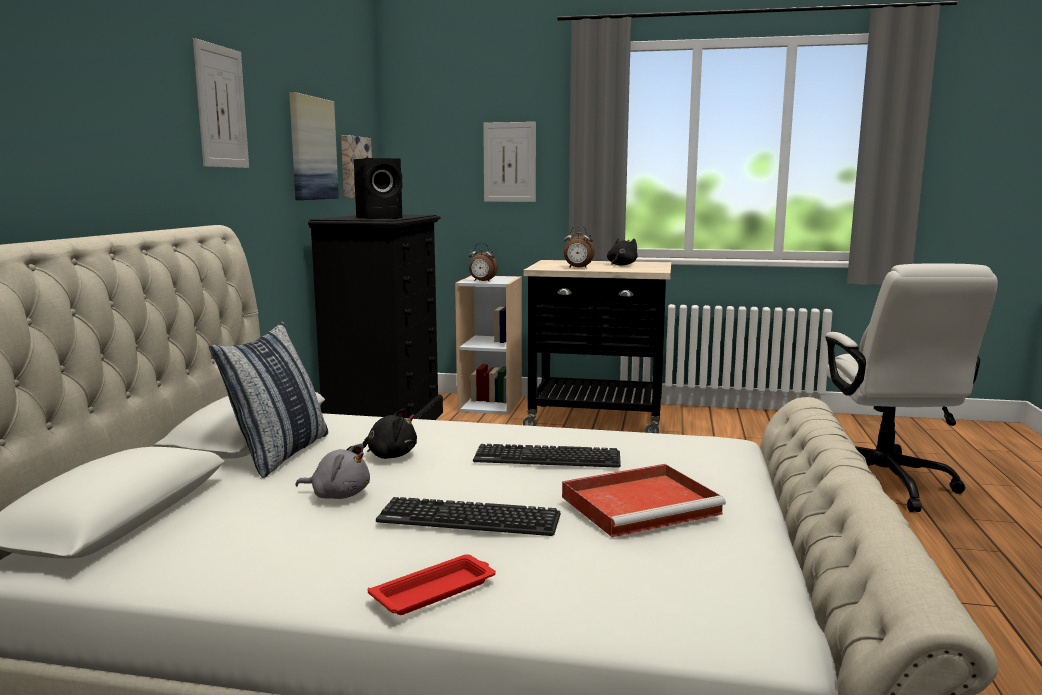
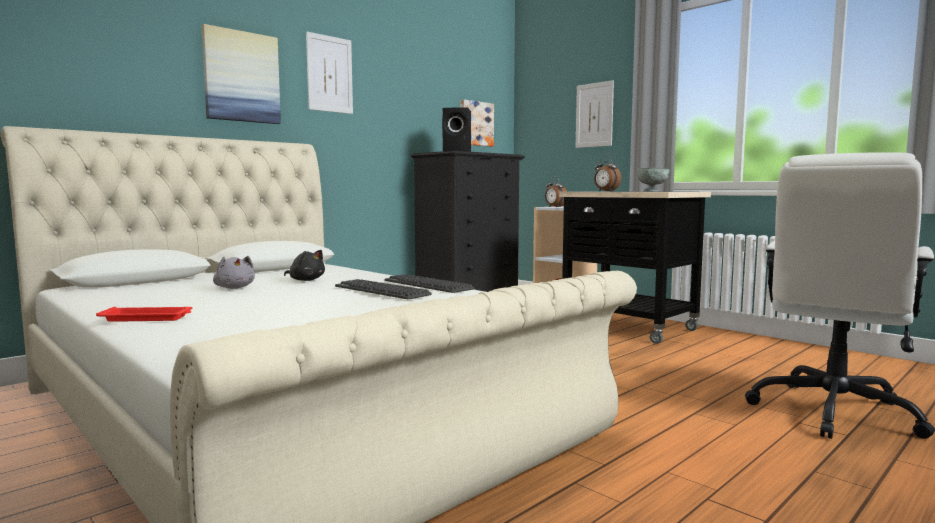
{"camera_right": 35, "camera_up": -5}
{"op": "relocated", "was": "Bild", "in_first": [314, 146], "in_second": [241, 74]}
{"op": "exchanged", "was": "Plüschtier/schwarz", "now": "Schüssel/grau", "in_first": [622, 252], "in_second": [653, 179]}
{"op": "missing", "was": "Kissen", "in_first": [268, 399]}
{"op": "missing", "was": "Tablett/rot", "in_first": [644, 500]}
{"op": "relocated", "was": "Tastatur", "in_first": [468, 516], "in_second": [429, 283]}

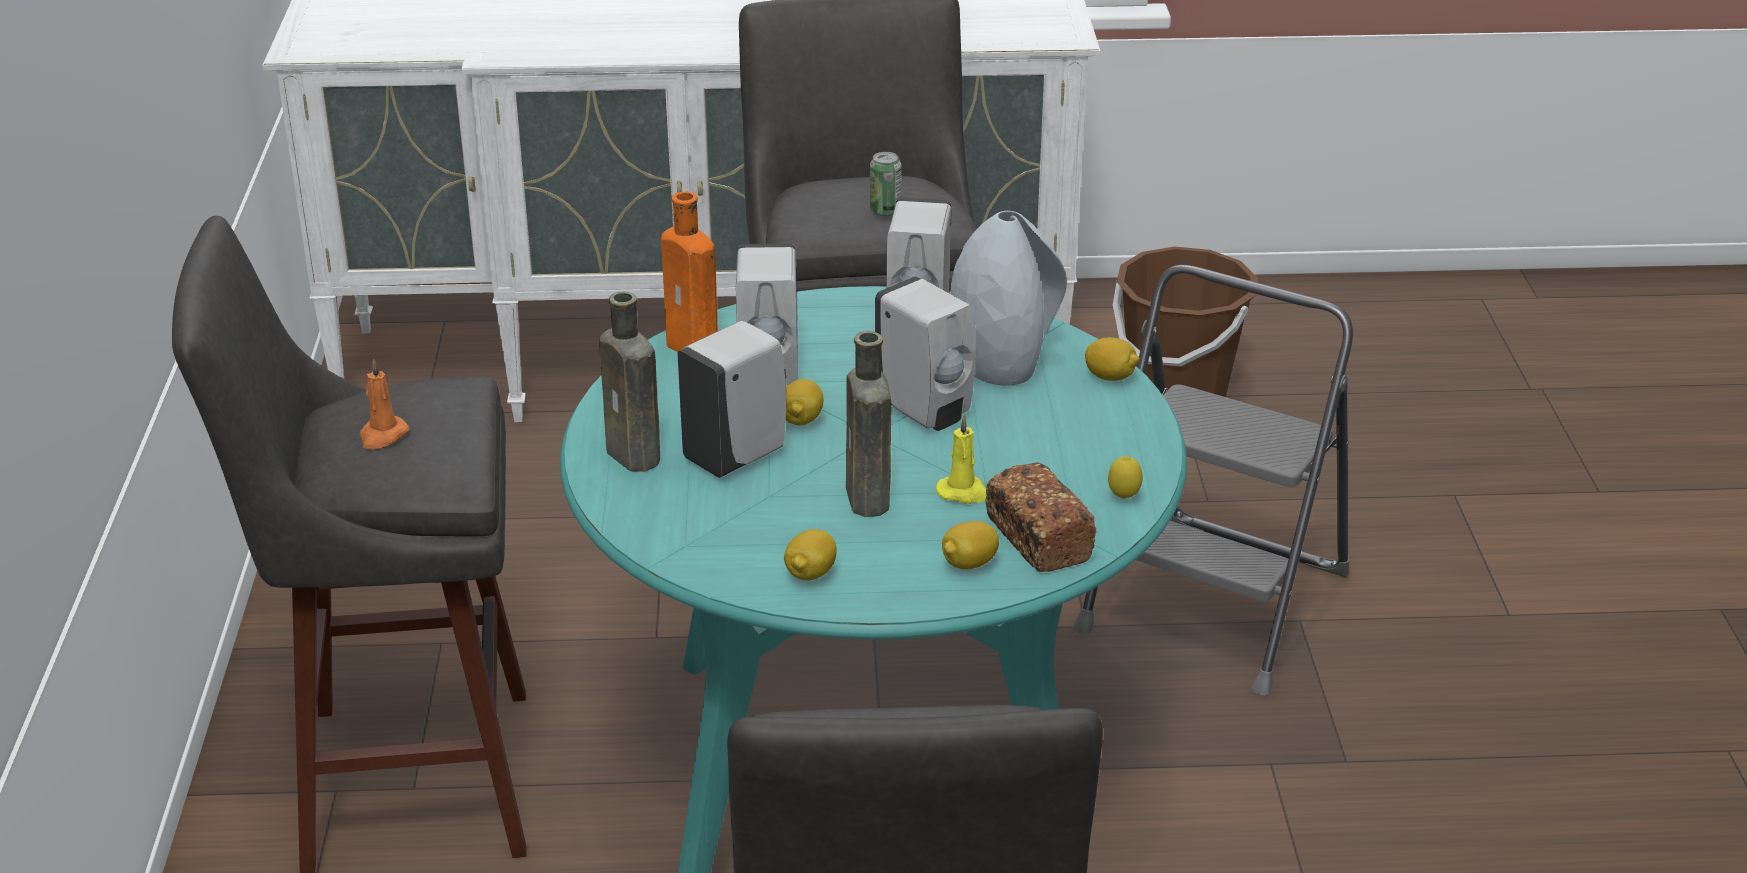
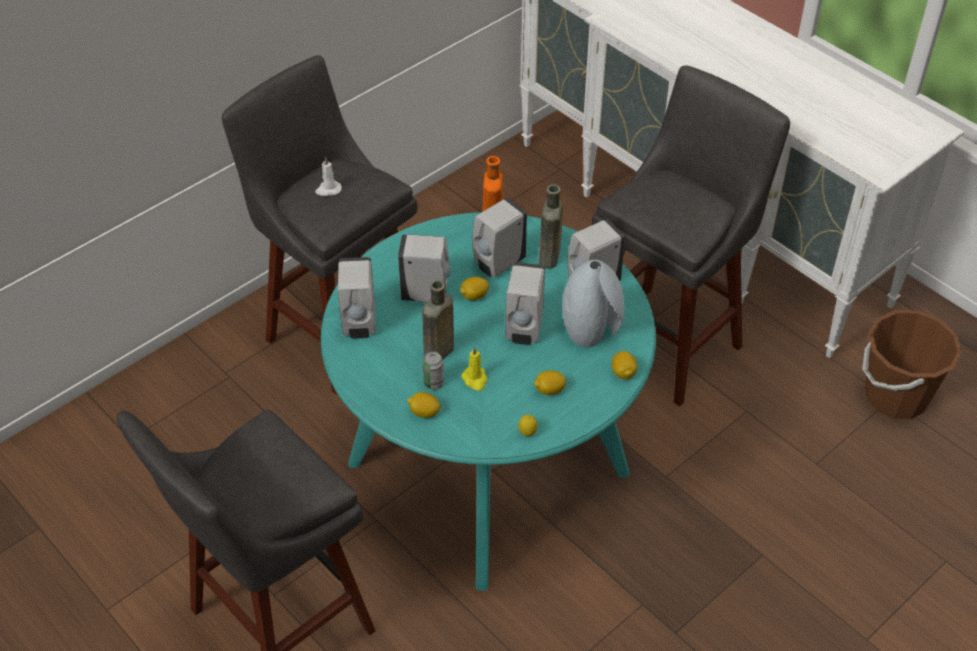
{"camera_right": 50, "camera_up": 15}
{"op": "relocated", "was": "Dose", "in_first": [886, 184], "in_second": [433, 371]}
{"op": "missing", "was": "Trittleiter/grau", "in_first": [1212, 480]}
{"op": "relocated", "was": "Flasche/braun", "in_first": [629, 381], "in_second": [551, 226]}
{"op": "colour", "was": "Kerze/orange", "now": "Kerze/weiß", "in_first": [384, 404], "in_second": [328, 176]}
{"op": "missing", "was": "Brot", "in_first": [1041, 517]}
{"op": "relocated", "was": "Zitrone", "in_first": [810, 554], "in_second": [550, 382]}
{"op": "appeared", "now": "Seifenspender/weiß", "in_second": [356, 297]}

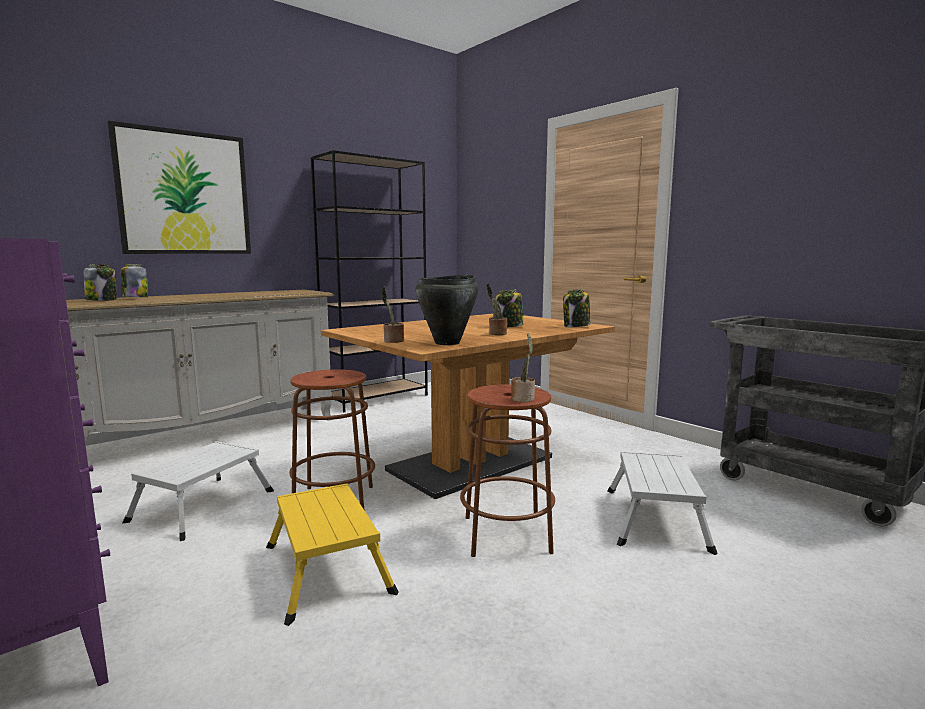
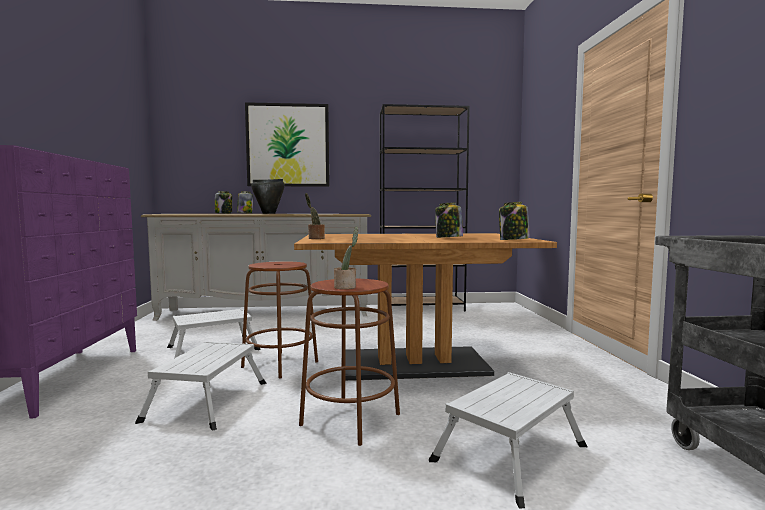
{"camera_right": 35, "camera_up": -5}
{"op": "relocated", "was": "Kochtopf/schwarz", "in_first": [447, 309], "in_second": [268, 196]}
{"op": "missing", "was": "Topfpflanze", "in_first": [497, 309]}
{"op": "colour", "was": "Trittleiter/gelb", "now": "Trittleiter/weiß", "in_first": [332, 554], "in_second": [201, 386]}

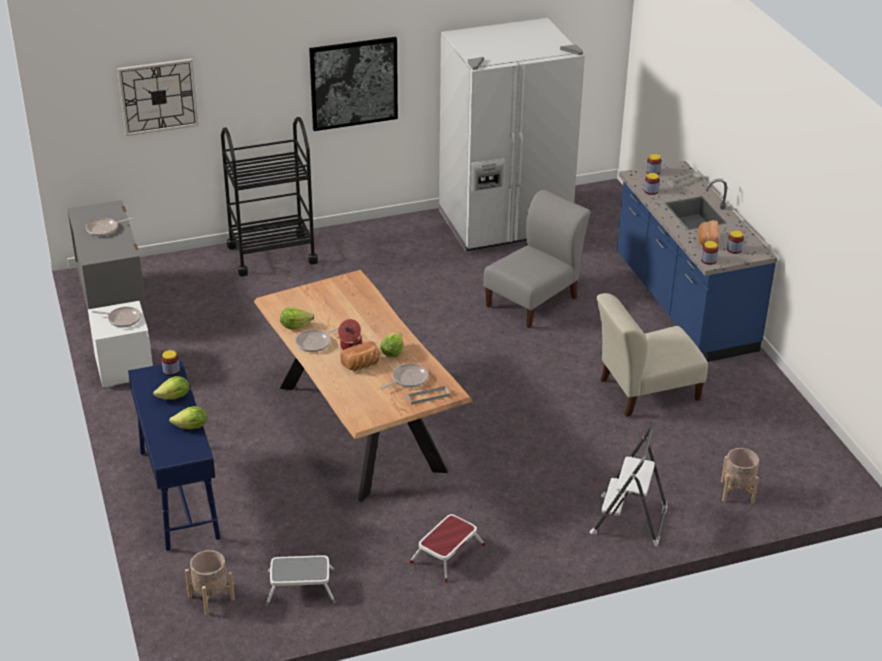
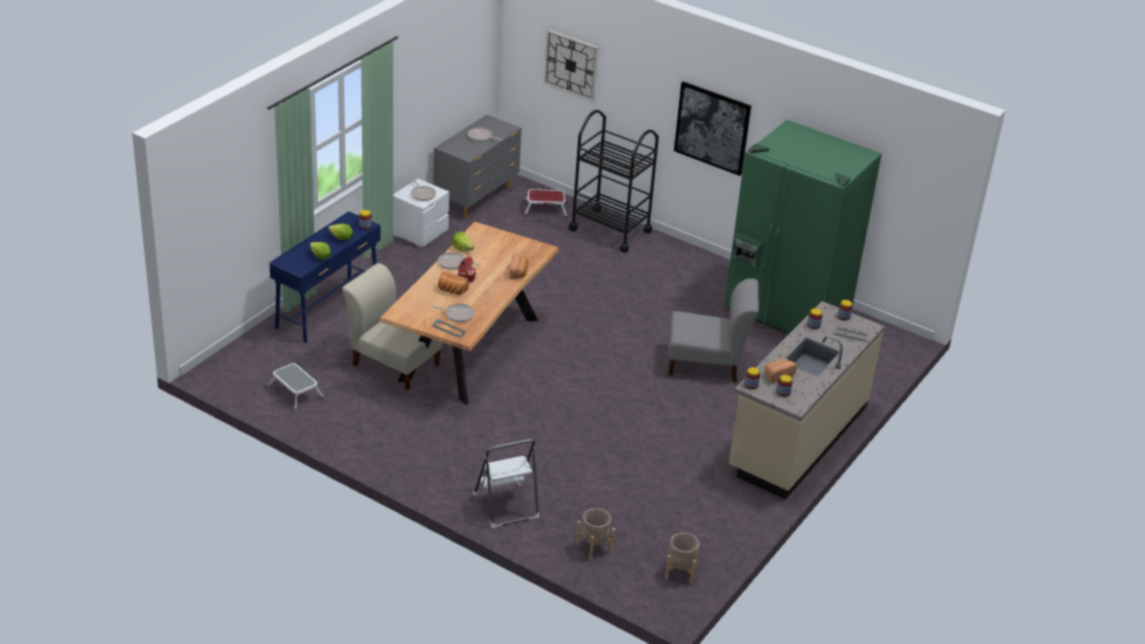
{"camera_right": 50, "camera_up": 0}
{"op": "colour", "was": "Kühlschrank/weiß", "now": "Kühlschrank/grün", "in_first": [512, 135], "in_second": [803, 227]}
{"op": "colour", "was": "Küchenzeile/blau", "now": "Küchenzeile/beige", "in_first": [697, 261], "in_second": [807, 400]}
{"op": "relocated", "was": "Stuhl/beige", "in_first": [652, 355], "in_second": [392, 326]}
{"op": "missing", "was": "Salatkopf", "in_first": [392, 344]}
{"op": "relocated", "was": "Trittleiter/rot", "in_first": [447, 548], "in_second": [546, 203]}
{"op": "relocated", "was": "Pflanzkübel/beige", "in_first": [210, 582], "in_second": [682, 558]}
{"op": "appeared", "now": "Brot", "in_second": [519, 266]}

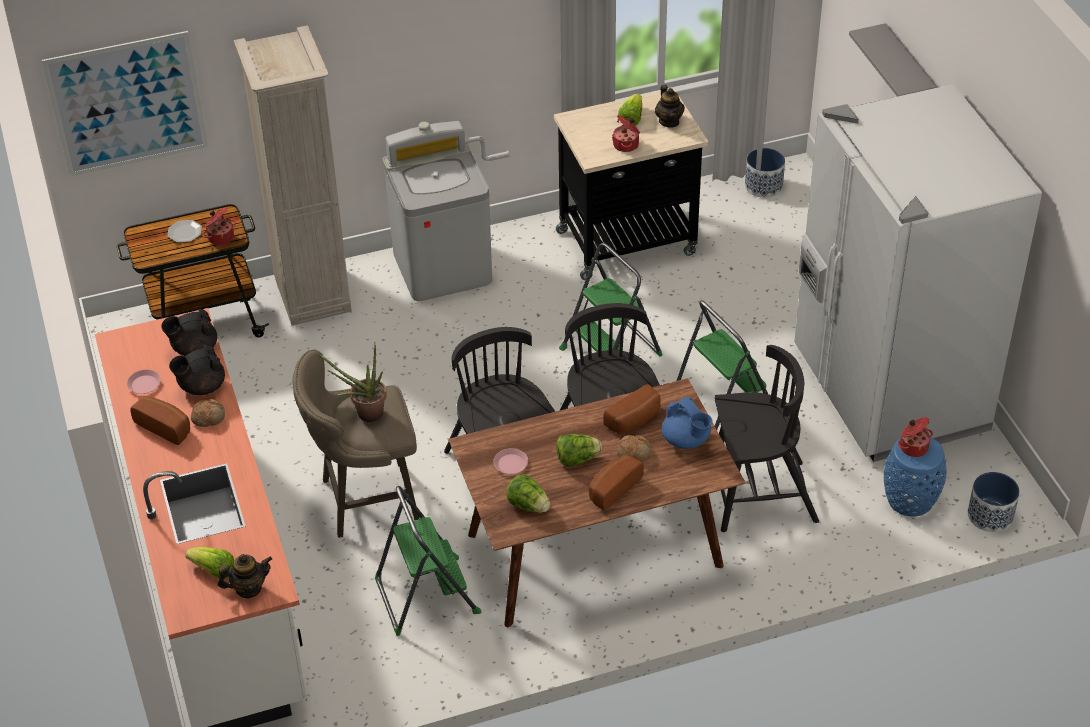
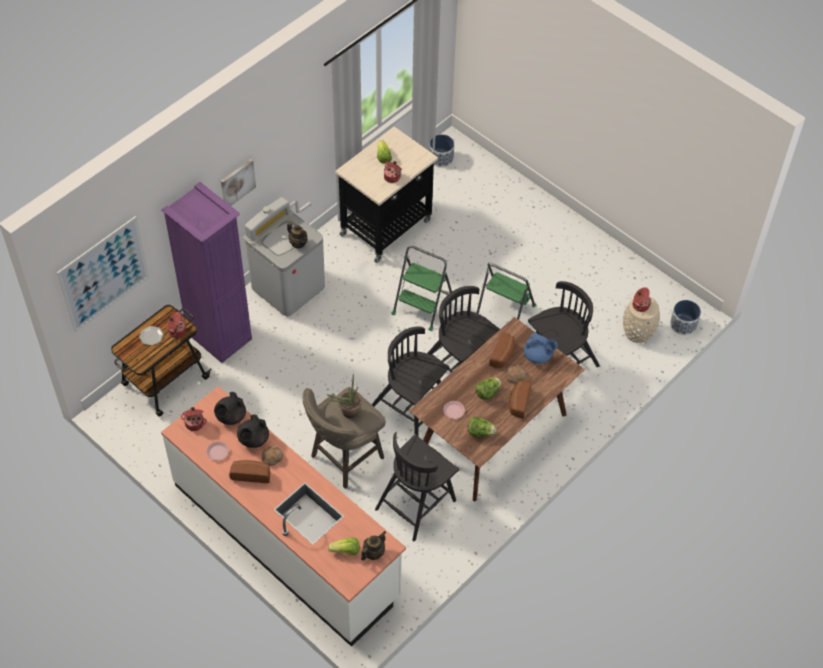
{"camera_right": -30, "camera_up": 10}
{"op": "missing", "was": "Wandregal/grau", "in_first": [893, 60]}
{"op": "colour", "was": "Schrank/beige", "now": "Schrank/lila", "in_first": [292, 175], "in_second": [206, 272]}
{"op": "missing", "was": "Kühlschrank/weiß", "in_first": [918, 273]}
{"op": "relocated", "was": "Teekanne", "in_first": [670, 106], "in_second": [297, 235]}
{"op": "colour", "was": "Hocker/blau", "now": "Hocker/beige", "in_first": [915, 477], "in_second": [641, 320]}
{"op": "exchanged", "was": "Trittleiter/grün", "now": "Stuhl/schwarz", "in_first": [428, 561], "in_second": [417, 486]}
{"op": "appeared", "now": "Bild", "in_second": [238, 182]}
{"op": "appeared", "now": "Kochtopf", "in_second": [194, 419]}

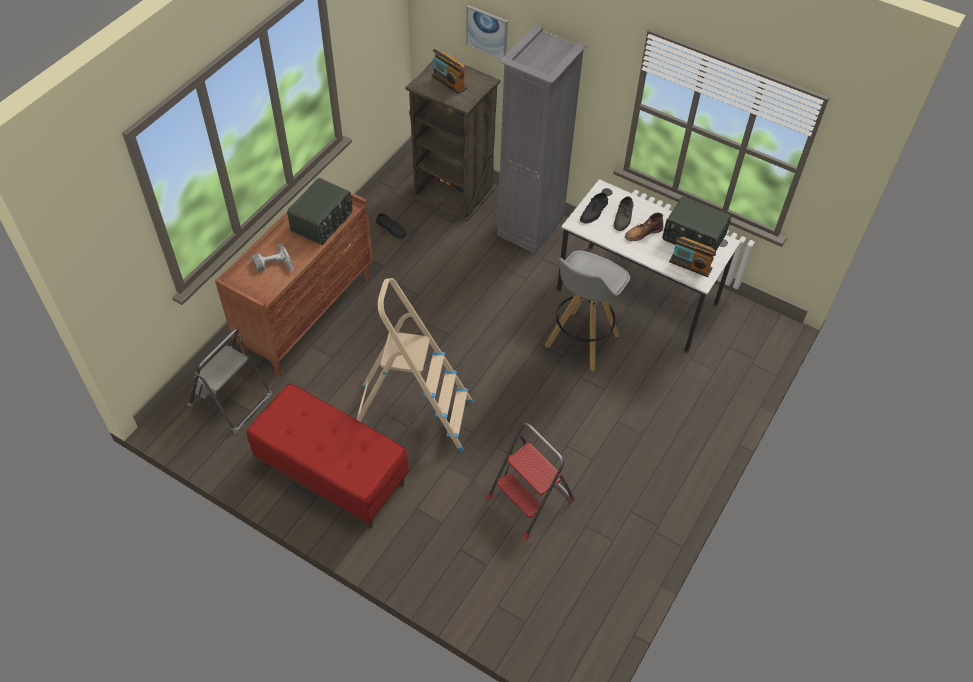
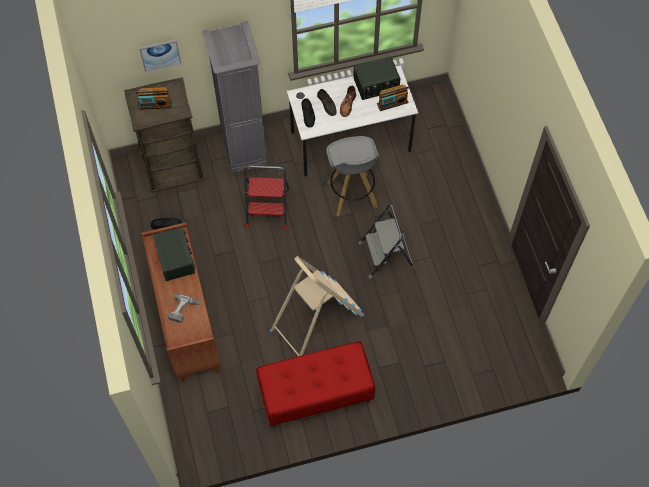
{"camera_right": -45, "camera_up": 10}
{"op": "relocated", "was": "Trittleiter/grau", "in_first": [230, 381], "in_second": [386, 241]}
{"op": "relocated", "was": "Trittleiter/rot", "in_first": [530, 481], "in_second": [267, 197]}

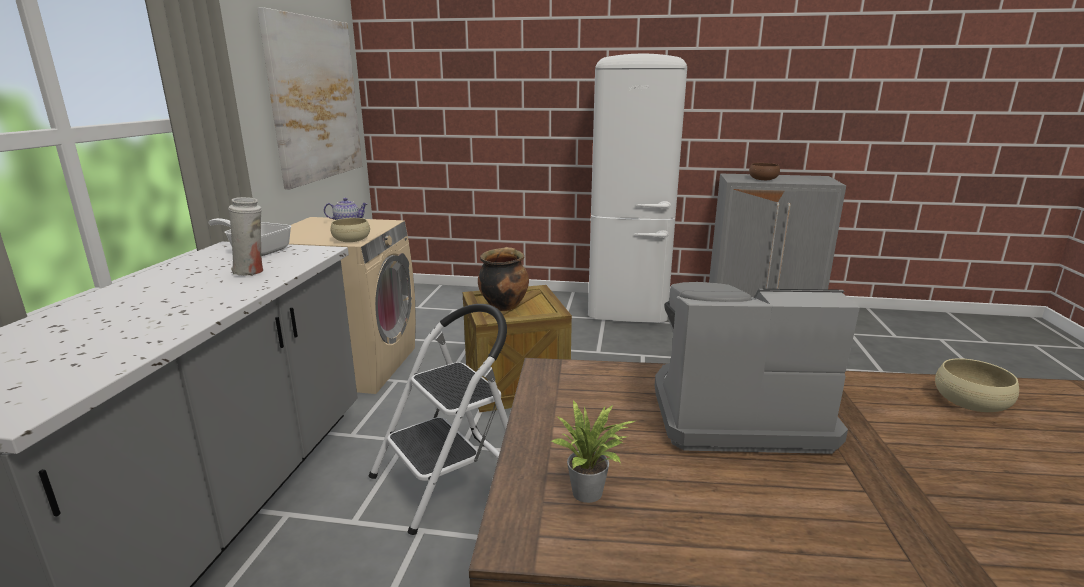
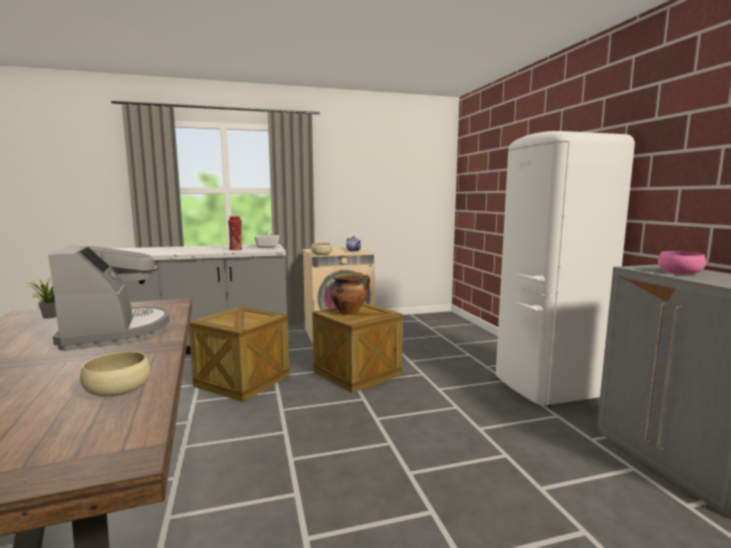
{"camera_right": 65, "camera_up": -10}
{"op": "missing", "was": "Bild", "in_first": [309, 98]}
{"op": "colour", "was": "Schüssel/braun", "now": "Schüssel/rosa", "in_first": [764, 171], "in_second": [682, 262]}
{"op": "colour", "was": "Vase/weiß", "now": "Vase/rot", "in_first": [245, 236], "in_second": [235, 233]}
{"op": "exchanged", "was": "Trittleiter", "now": "Kiste", "in_first": [438, 419], "in_second": [239, 354]}

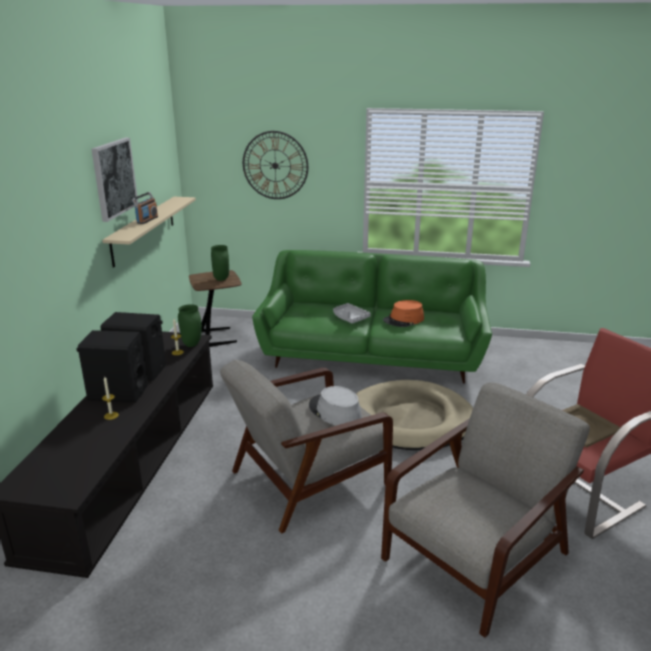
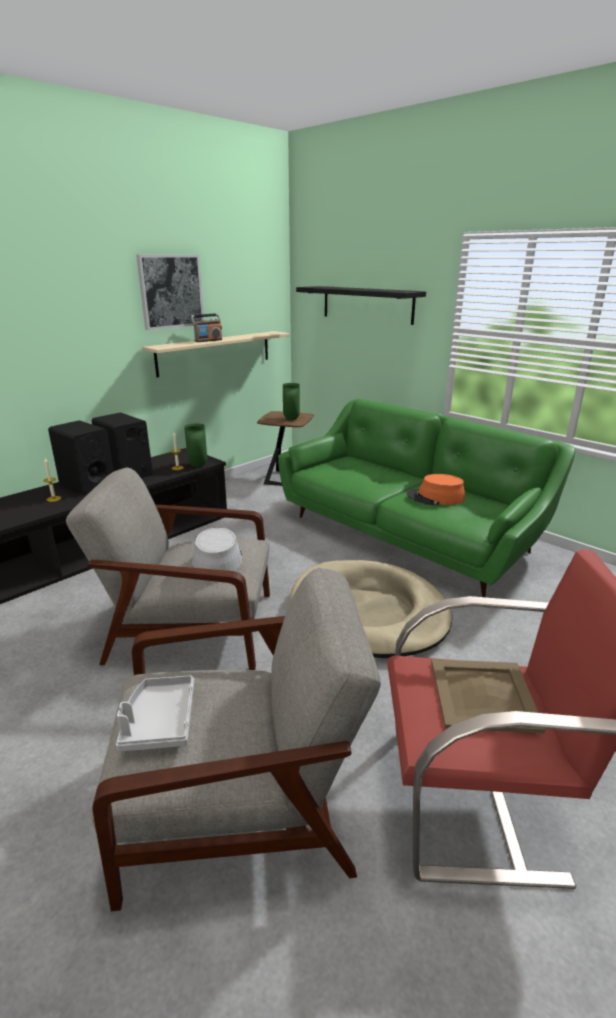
{"camera_right": 35, "camera_up": 0}
{"op": "exchanged", "was": "Wanduhr", "now": "Wandregal/schwarz", "in_first": [275, 165], "in_second": [361, 305]}
{"op": "relocated", "was": "Tablett/grau", "in_first": [352, 313], "in_second": [155, 713]}

